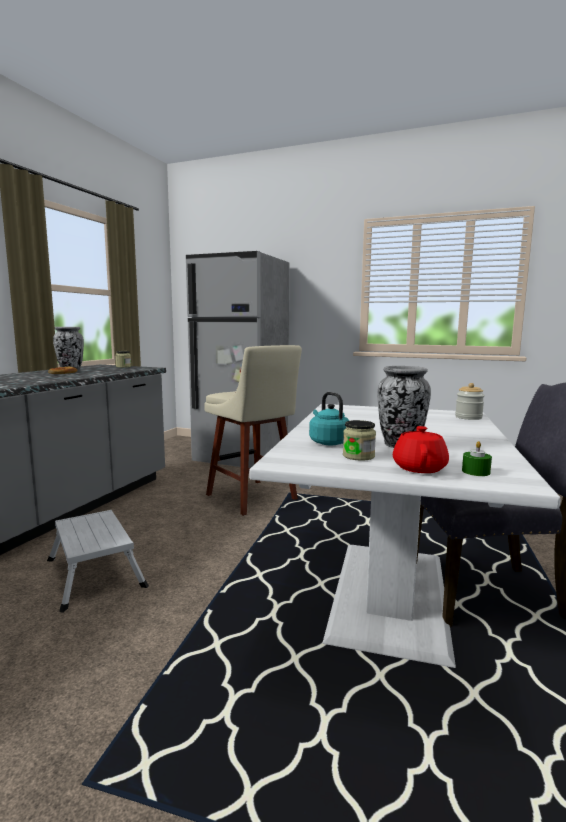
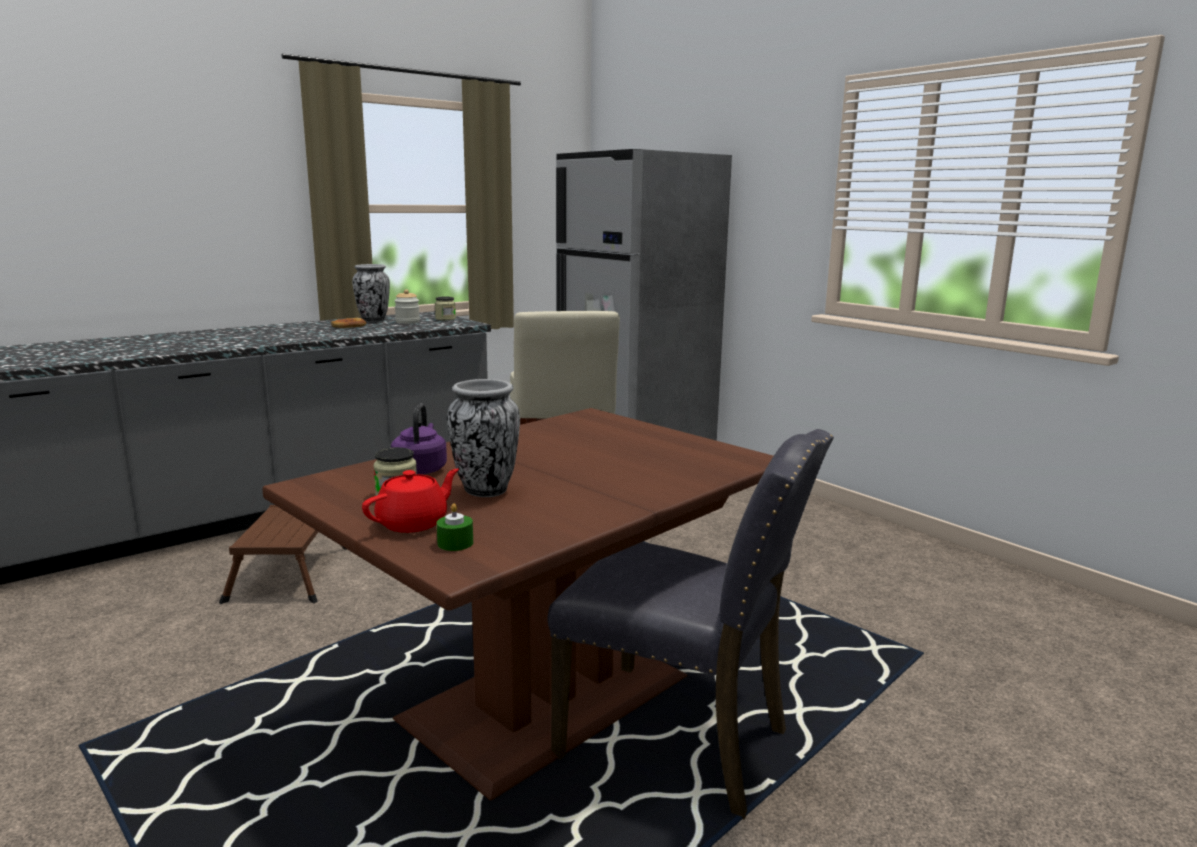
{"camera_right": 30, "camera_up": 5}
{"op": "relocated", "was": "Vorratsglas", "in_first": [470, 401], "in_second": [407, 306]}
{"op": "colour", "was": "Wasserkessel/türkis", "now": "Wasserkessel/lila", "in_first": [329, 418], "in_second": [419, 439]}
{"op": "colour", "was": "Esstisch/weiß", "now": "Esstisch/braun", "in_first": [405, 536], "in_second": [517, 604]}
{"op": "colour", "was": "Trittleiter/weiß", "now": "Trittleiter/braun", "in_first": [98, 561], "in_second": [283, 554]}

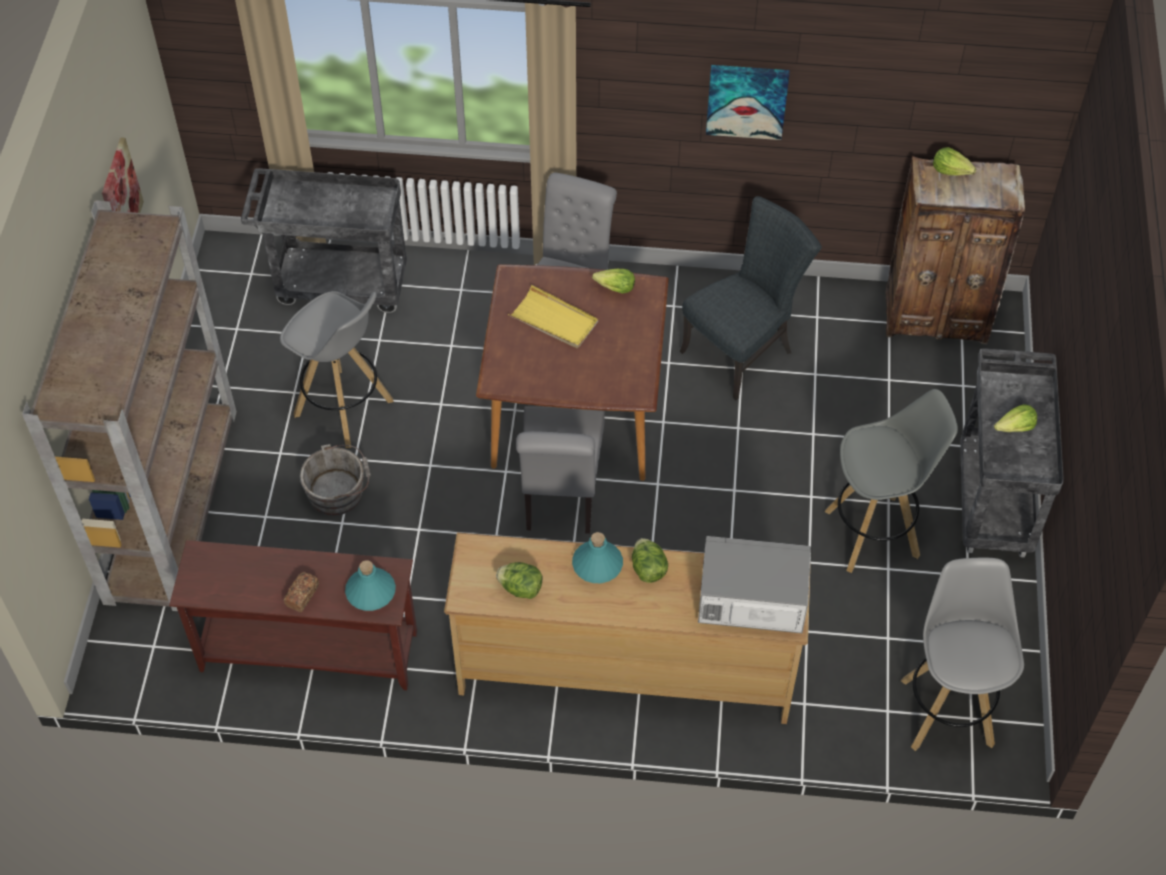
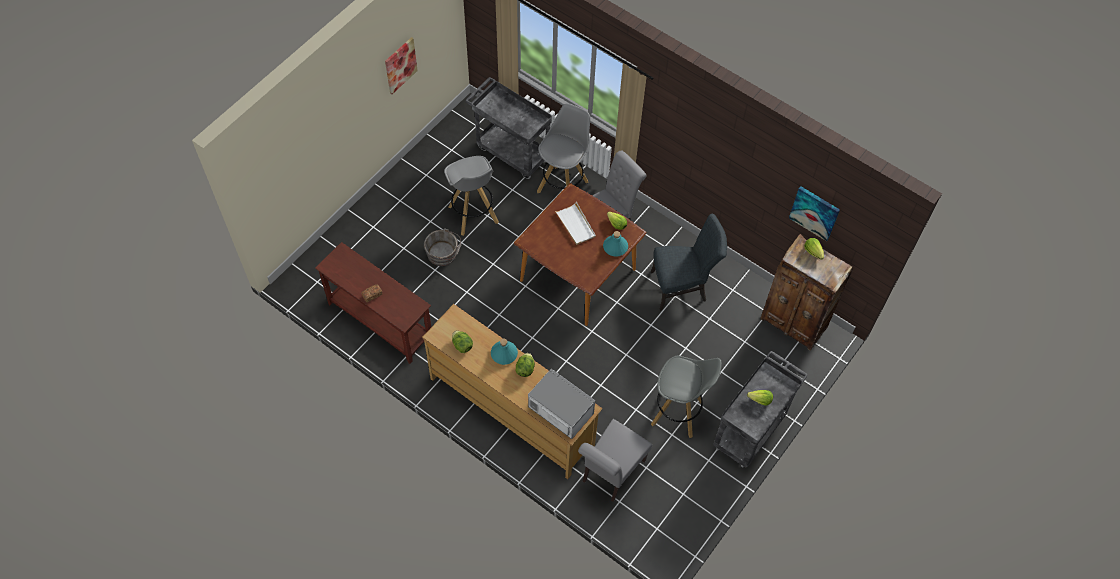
{"camera_right": 30, "camera_up": 5}
{"op": "relocated", "was": "Bild", "in_first": [748, 102], "in_second": [814, 213]}
{"op": "missing", "was": "Bücherregal/braun", "in_first": [129, 405]}
{"op": "colour", "was": "Tablett/gelb", "now": "Tablett/weiß", "in_first": [553, 317], "in_second": [575, 223]}
{"op": "relocated", "was": "Stuhl/grau", "in_first": [560, 470], "in_second": [615, 460]}
{"op": "relocated", "was": "Hocker/grau", "in_first": [962, 654], "in_second": [563, 148]}
{"op": "relocated", "was": "Flasche/türkis", "in_first": [370, 585], "in_second": [615, 243]}

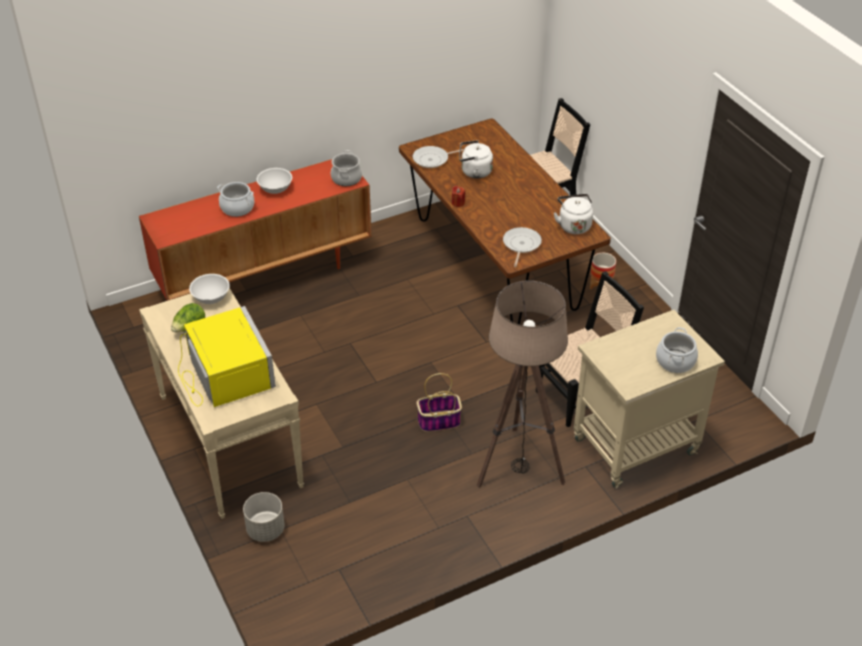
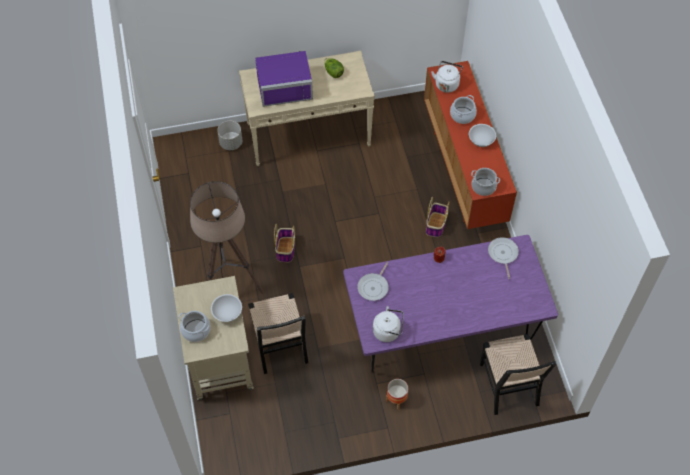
{"camera_right": 105, "camera_up": 15}
{"op": "colour", "was": "Esstisch/braun", "now": "Esstisch/lila", "in_first": [505, 221], "in_second": [450, 303]}
{"op": "relocated", "was": "Wasserkessel/weiß", "in_first": [476, 159], "in_second": [447, 77]}
{"op": "spun", "was": "Pfanne", "in_first": [522, 247], "in_second": [373, 281], "clockwise": 90}
{"op": "relocated", "was": "Schüssel/weiß", "in_first": [209, 289], "in_second": [226, 308]}
{"op": "colour", "was": "Mikrowelle/gelb", "now": "Mikrowelle/lila", "in_first": [227, 356], "in_second": [284, 79]}
{"op": "appeared", "now": "Korb", "in_second": [438, 217]}

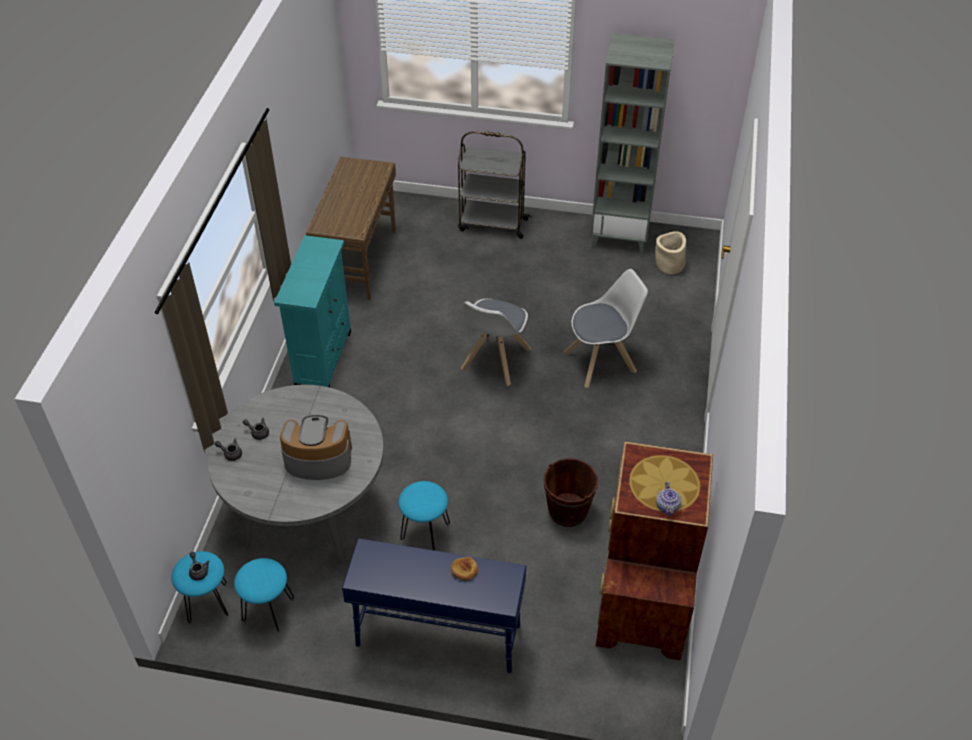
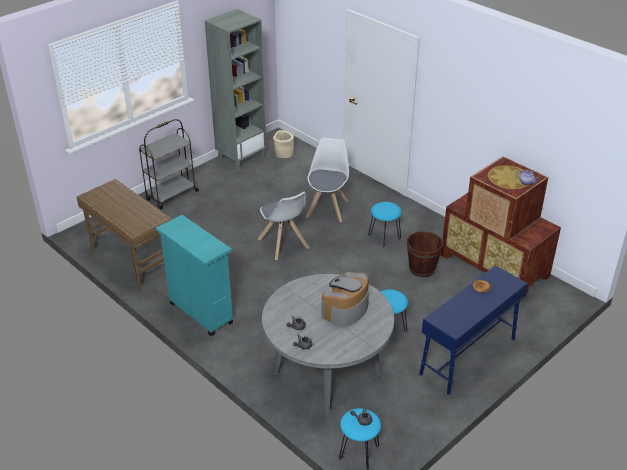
{"camera_right": -55, "camera_up": -10}
{"op": "relocated", "was": "Hocker/türkis", "in_first": [264, 595], "in_second": [385, 225]}

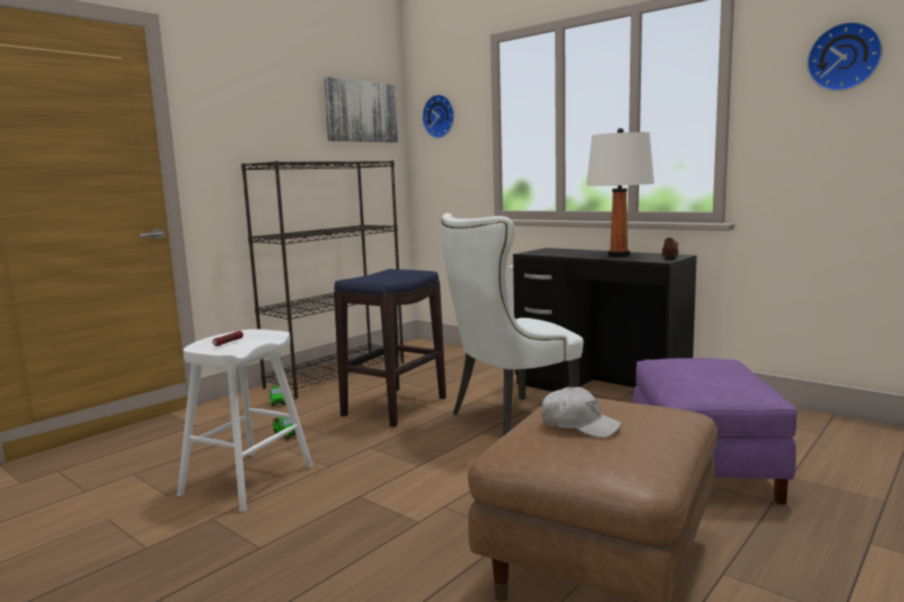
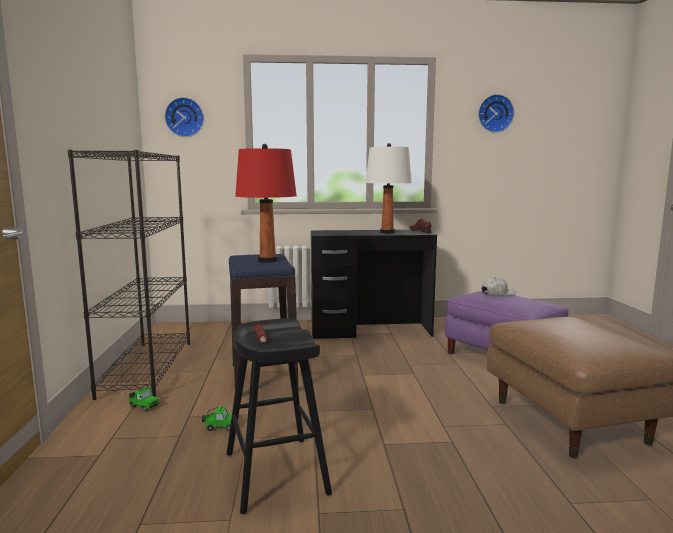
{"camera_right": -45, "camera_up": 0}
{"op": "missing", "was": "Bild", "in_first": [361, 110]}
{"op": "missing", "was": "Stuhl/weiß", "in_first": [512, 324]}
{"op": "colour", "was": "Hocker/weiß", "now": "Hocker/schwarz", "in_first": [245, 420], "in_second": [279, 416]}
{"op": "relocated", "was": "Kappe/weiß", "in_first": [581, 412], "in_second": [499, 287]}
{"op": "appeared", "now": "Tischlampe/rot", "in_second": [266, 203]}

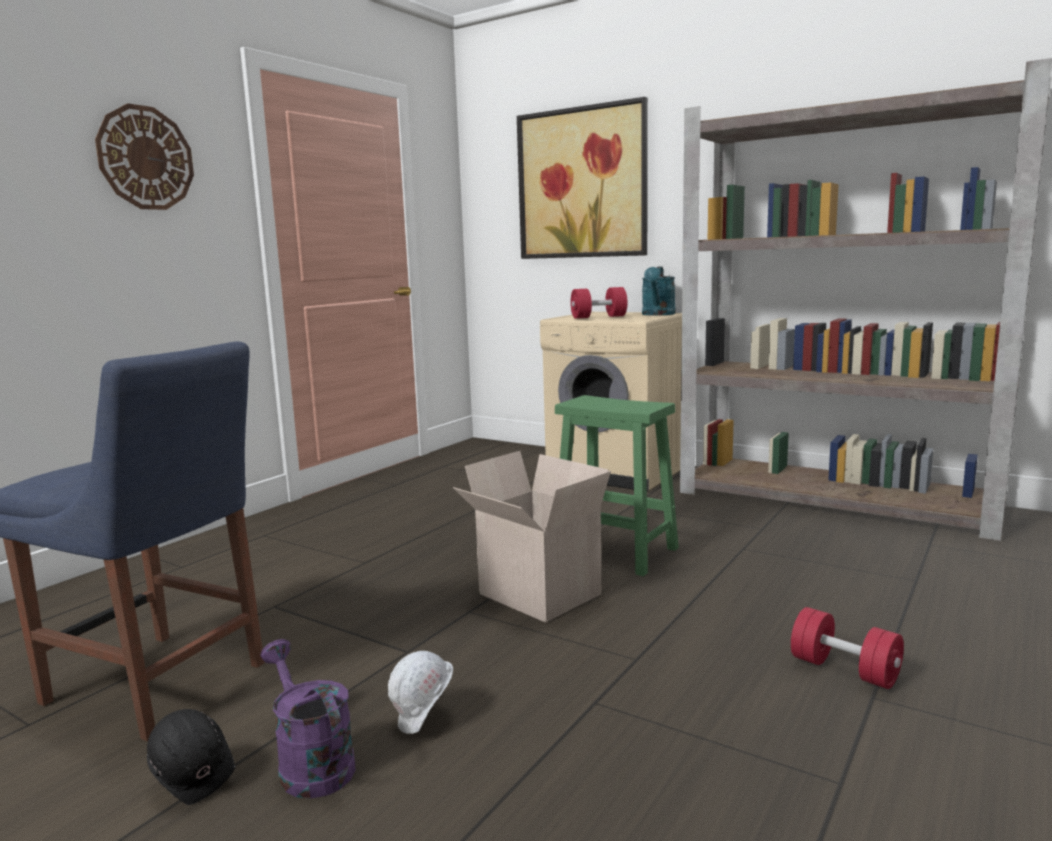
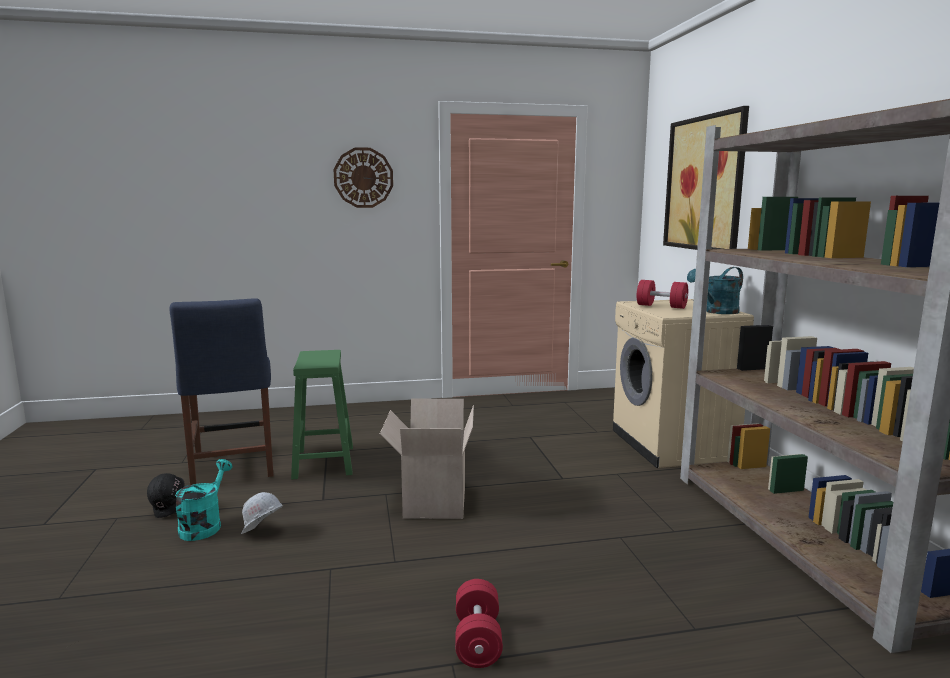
{"camera_right": 45, "camera_up": 0}
{"op": "relocated", "was": "Hocker/grün", "in_first": [617, 485], "in_second": [322, 414]}
{"op": "colour", "was": "Gießkanne/lila", "now": "Gießkanne/türkis", "in_first": [308, 719], "in_second": [203, 500]}

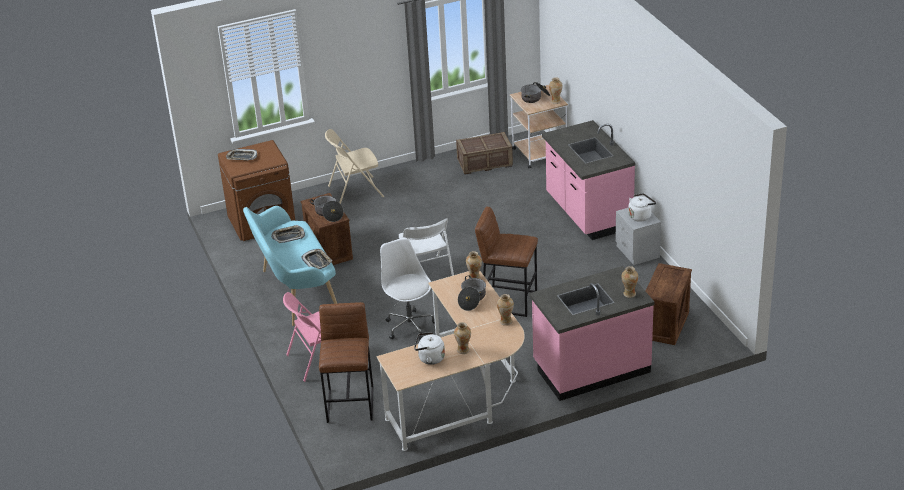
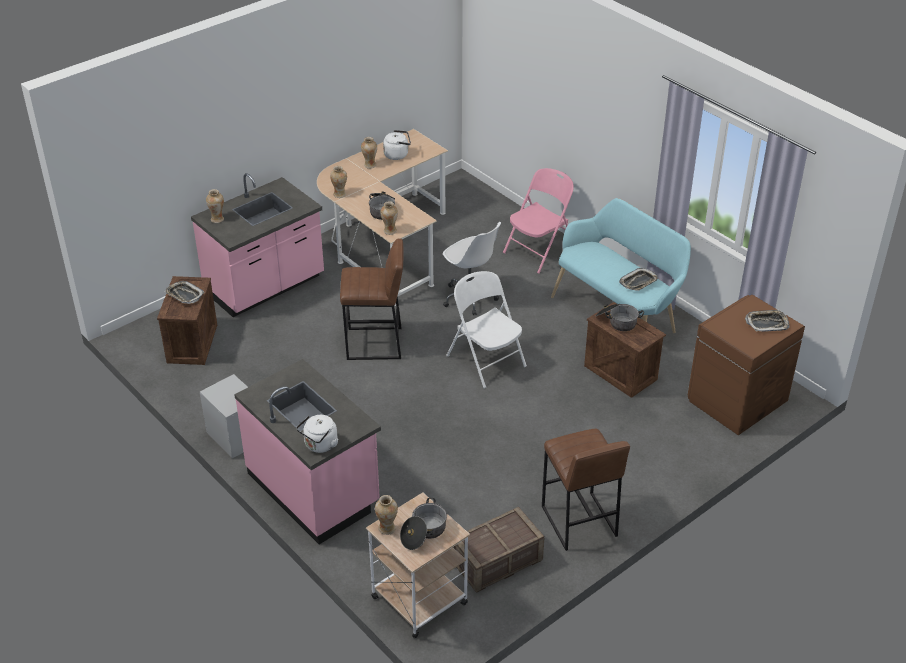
{"camera_right": 160, "camera_up": 5}
{"op": "missing", "was": "Stuhl/beige", "in_first": [354, 166]}
{"op": "relocated", "was": "Wasserkessel/weiß", "in_first": [642, 207], "in_second": [317, 434]}
{"op": "relocated", "was": "Tablett", "in_first": [317, 259], "in_second": [184, 292]}
{"op": "relocated", "was": "Hocker/braun", "in_first": [346, 362], "in_second": [586, 490]}

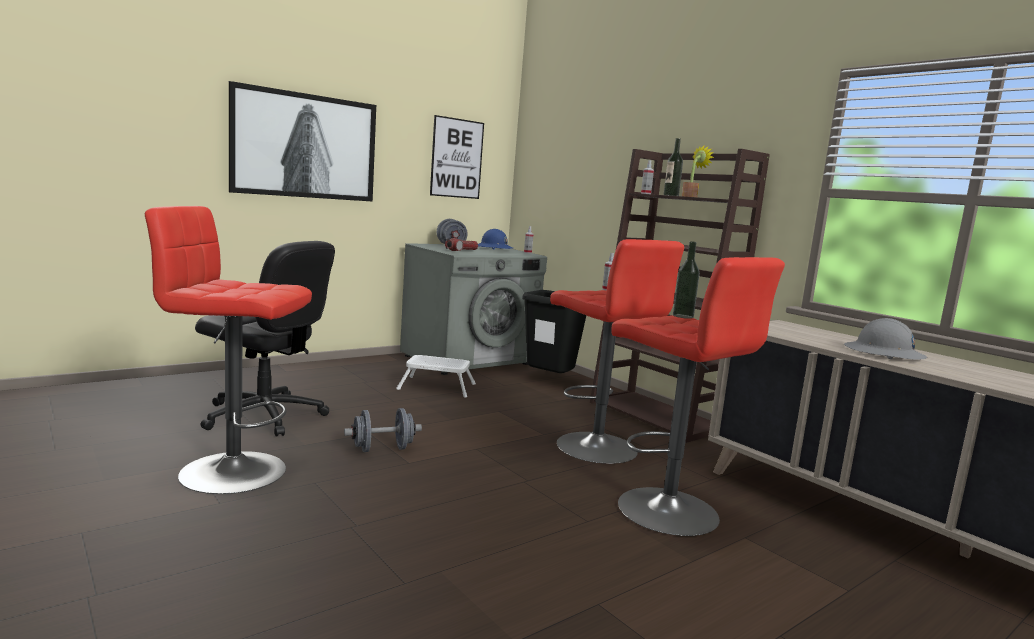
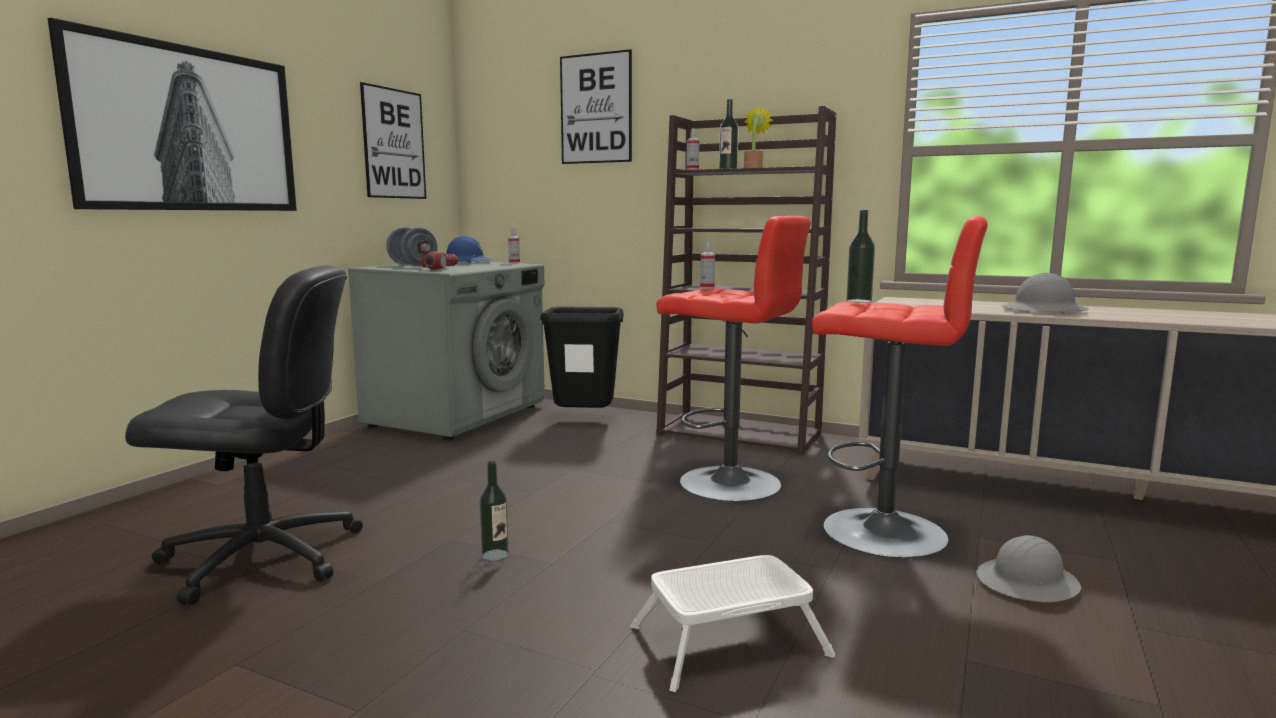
{"camera_right": -25, "camera_up": 0}
{"op": "missing", "was": "Hocker/rot", "in_first": [228, 350]}
{"op": "relocated", "was": "Trittleiter/weiß", "in_first": [436, 376], "in_second": [733, 623]}
{"op": "exchanged", "was": "Hantel/grau", "now": "Flasche", "in_first": [383, 430], "in_second": [494, 511]}
{"op": "appeared", "now": "Bild", "in_second": [596, 106]}
{"op": "appeared", "now": "Schutzhelm/grau", "in_second": [1029, 568]}

